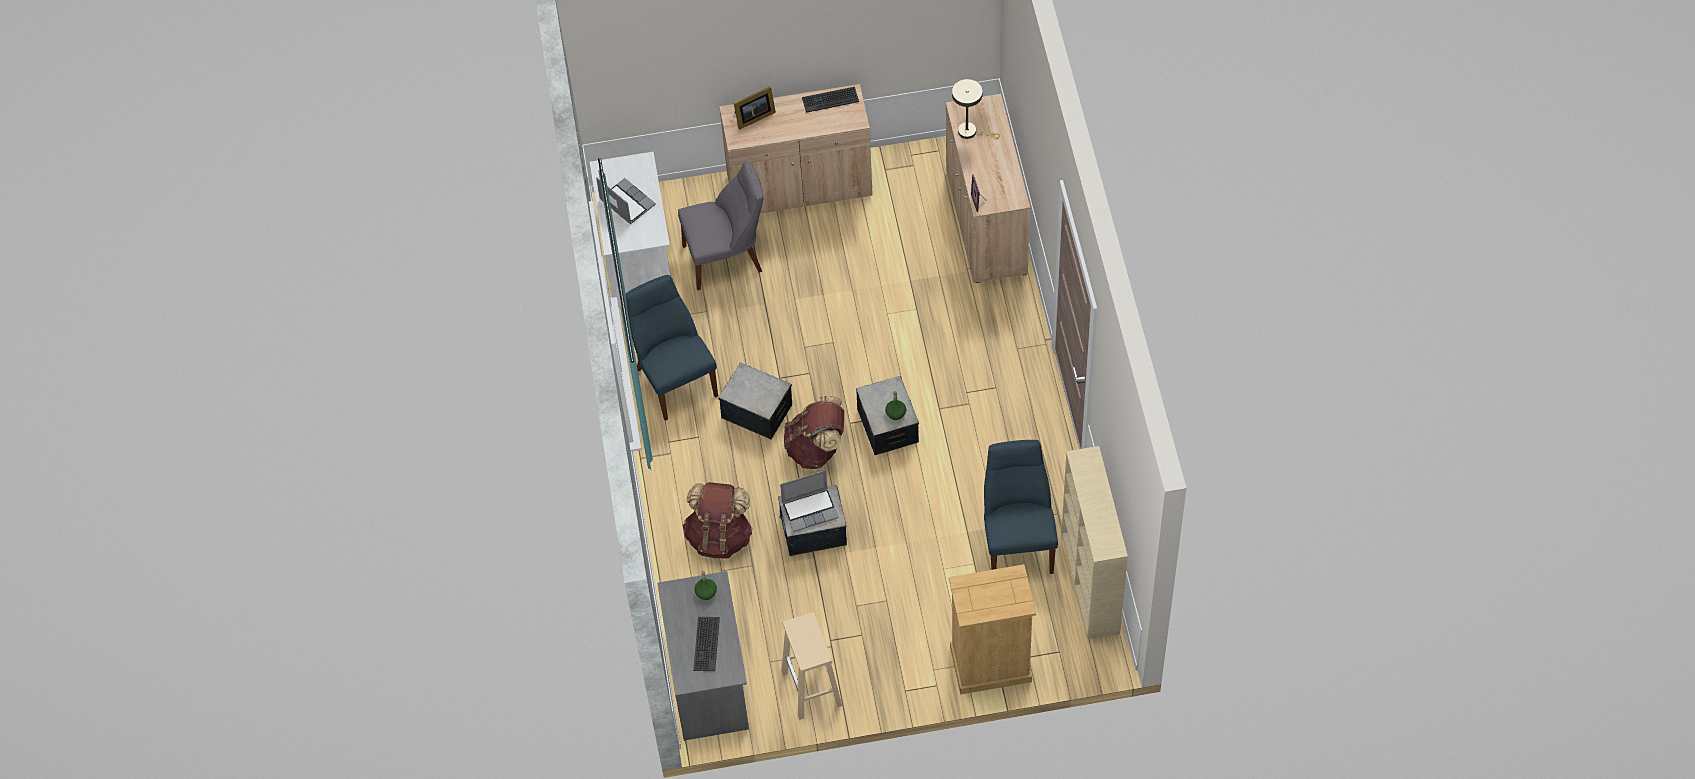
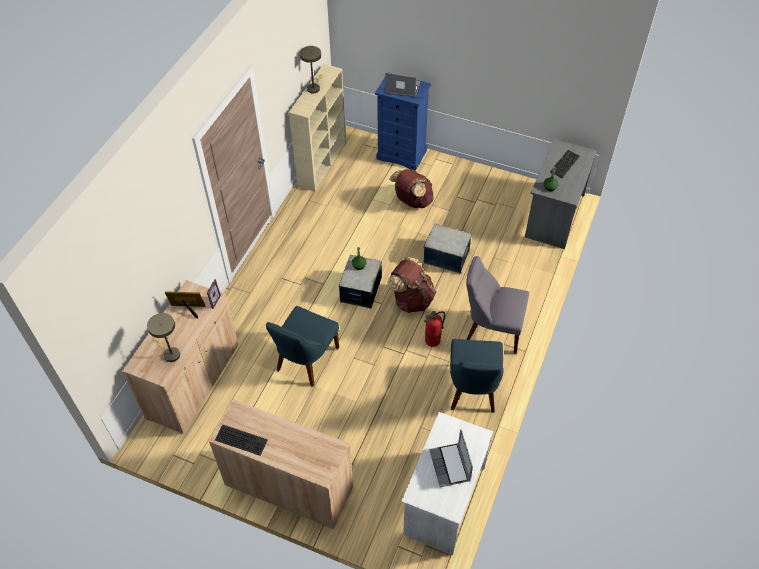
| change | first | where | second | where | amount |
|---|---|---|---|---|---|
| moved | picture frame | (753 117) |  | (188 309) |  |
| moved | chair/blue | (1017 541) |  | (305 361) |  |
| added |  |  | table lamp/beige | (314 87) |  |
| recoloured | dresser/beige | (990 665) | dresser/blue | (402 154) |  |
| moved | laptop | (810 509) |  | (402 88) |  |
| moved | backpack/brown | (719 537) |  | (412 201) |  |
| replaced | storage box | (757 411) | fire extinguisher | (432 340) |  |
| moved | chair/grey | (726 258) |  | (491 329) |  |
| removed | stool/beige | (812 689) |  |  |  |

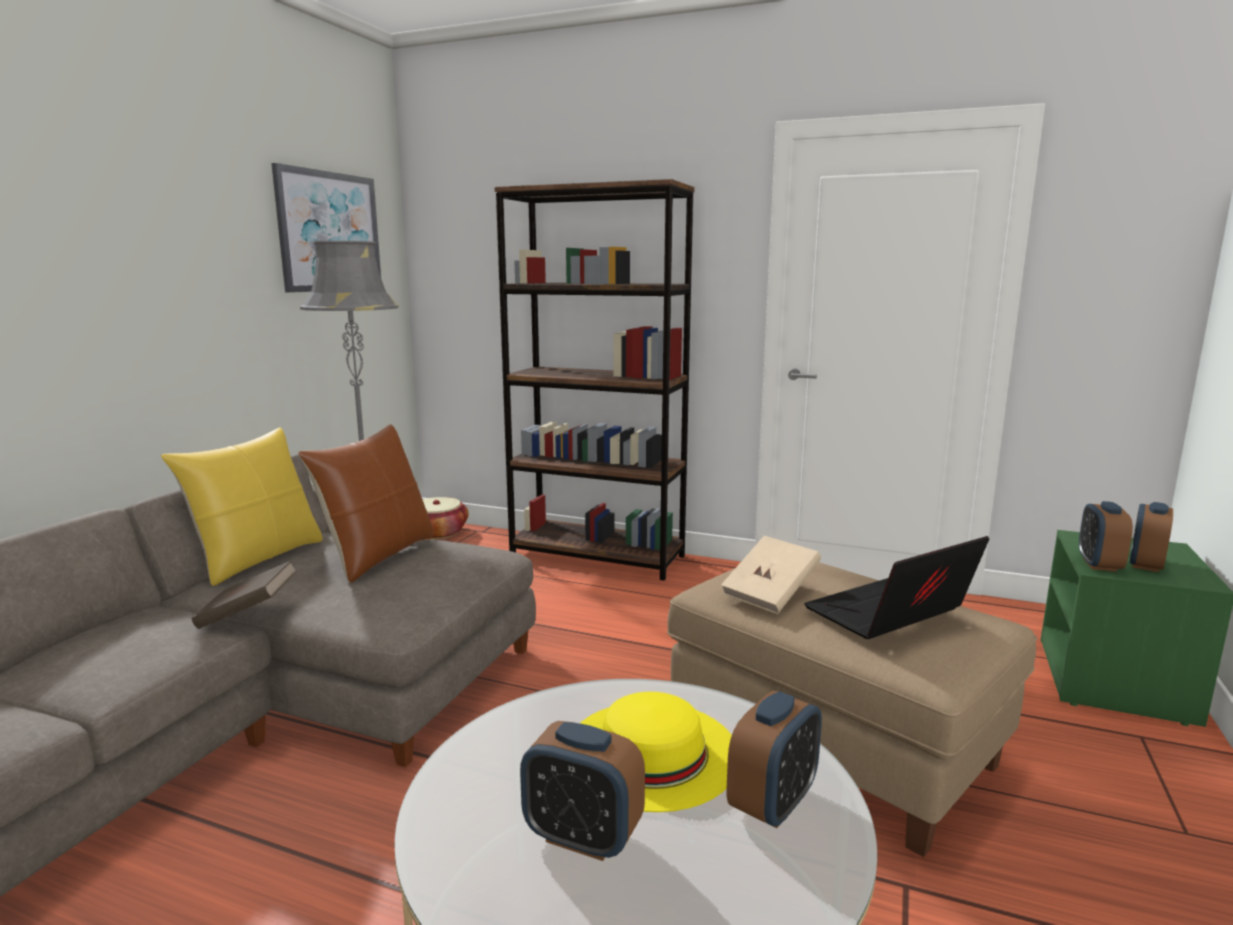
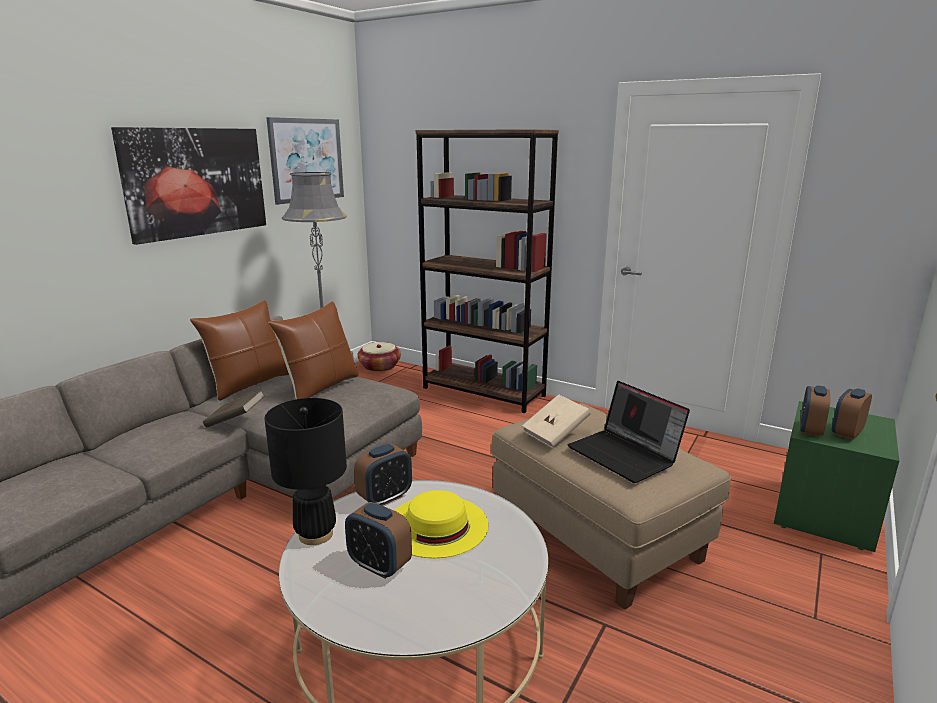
| change | first | where | second | where | amount |
|---|---|---|---|---|---|
| added |  |  | picture | (196 182) |  |
| recoloured | pillow/yellow | (257 559) | pillow/brown | (248 384) |  |
| added |  |  | table lamp/black | (315 534) |  |
| moved | alarm clock | (773 803) |  | (385 498) |  |
| turned | laptop | (889 615) |  | (625 455) | 105 degrees counterclockwise |

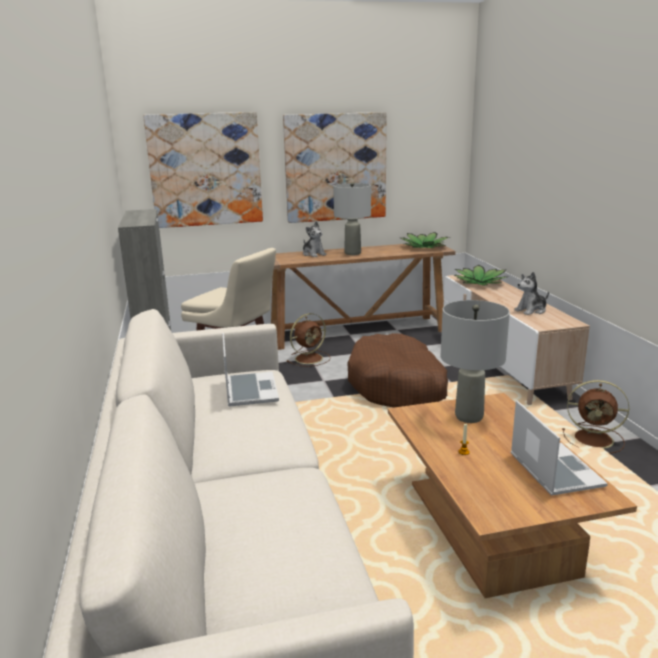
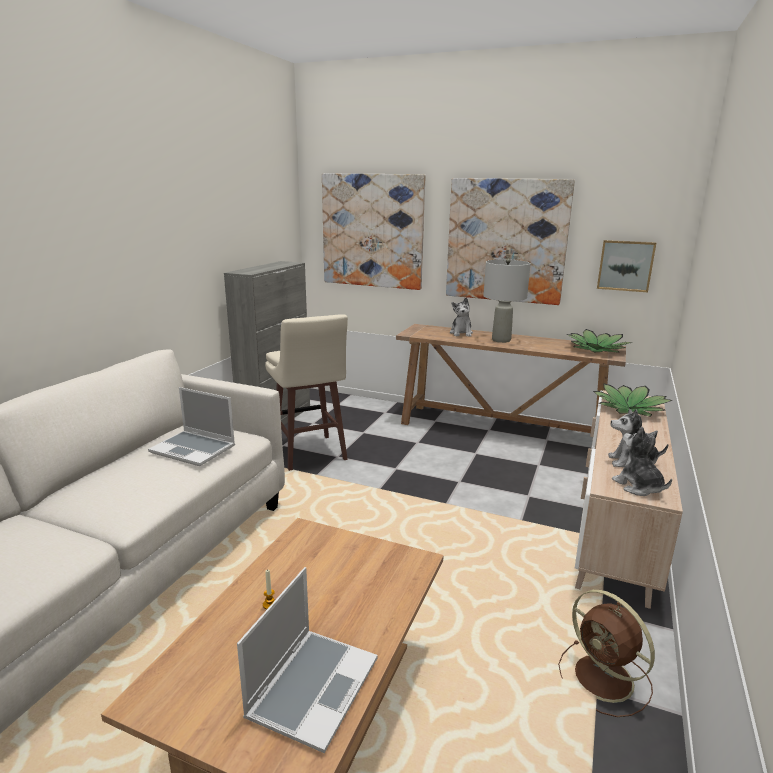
| change | first | where | second | where | amount |
|---|---|---|---|---|---|
| turned | laptop | (249 390) |  | (194 449) | 90 degrees clockwise |
| added |  |  | picture | (625 265) |  |
| added |  |  | plush toy | (638 486) |  |
| removed | fan/brown | (310 358) |  |  |  |
| removed | dog bed/brown | (397 386) |  |  |  |
| removed | table lamp/grey | (469 416) |  |  |  |

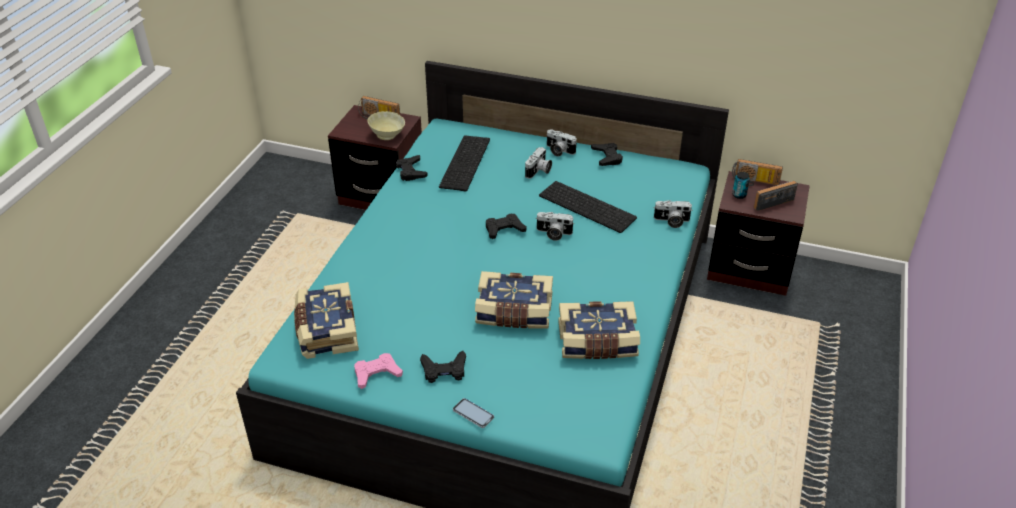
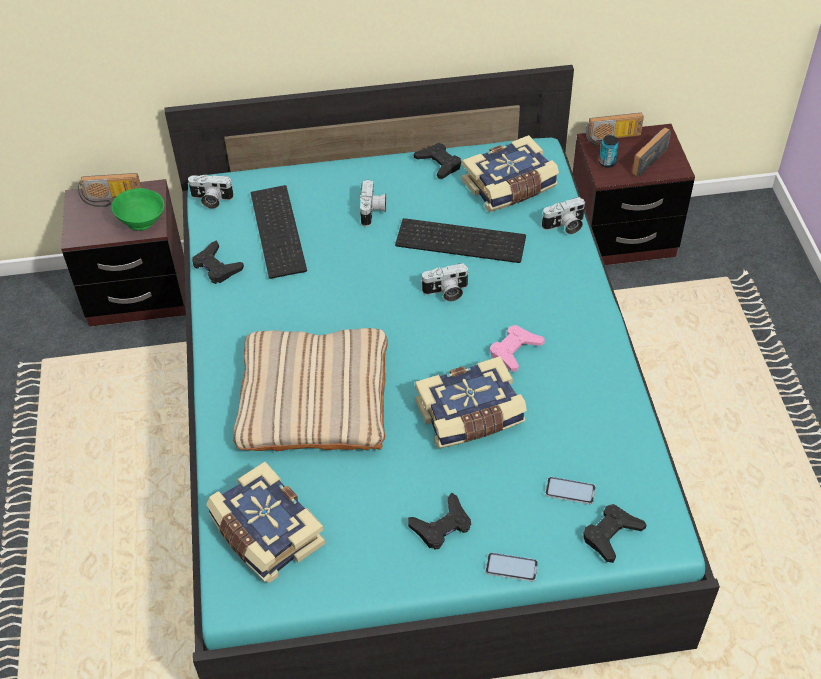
| change | first | where | second | where | amount |
|---|---|---|---|---|---|
| recoloured | bowl/beige | (387 136) | bowl/green | (142 222) |  |
| moved | photo camera | (558 151) |  | (211 200) |  |
| added |  |  | pillow/beige | (314 398) |  |
| moved | book | (597 342) |  | (510 187) |  |
| moved | game controller/pink | (377 374) |  | (515 351) |  |
| added |  |  | phone | (570 491) |  |
| moved | game controller/black | (504 229) |  | (611 535) |  |

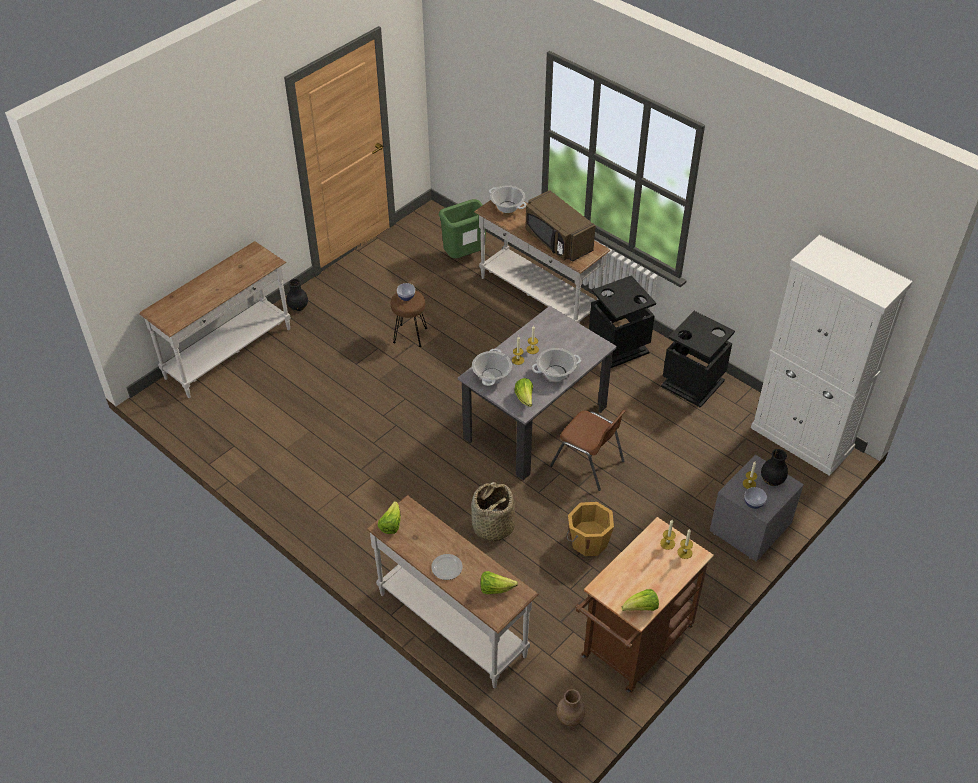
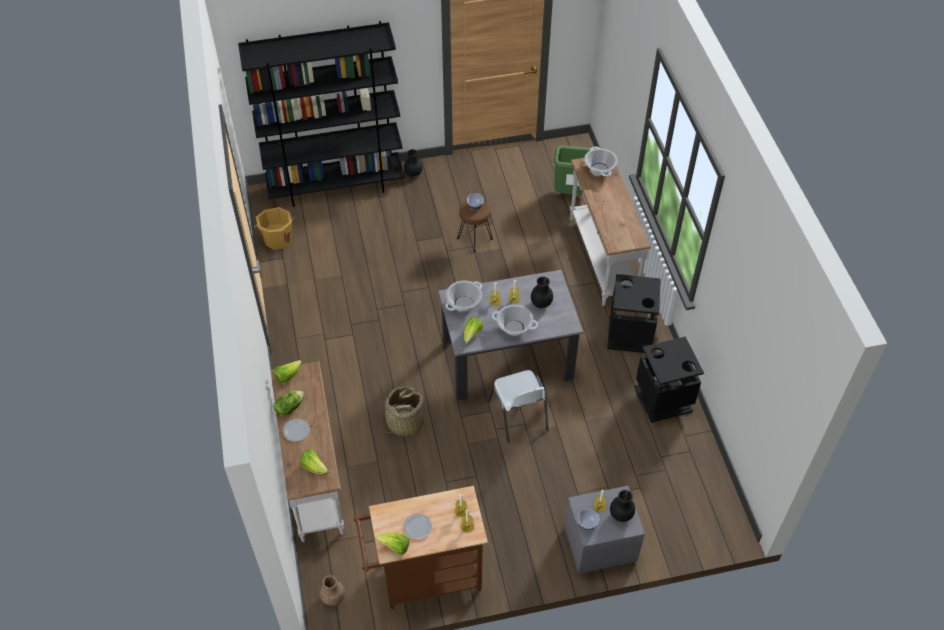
| change | first | where | second | where | amount |
|---|---|---|---|---|---|
| replaced | console table/white | (229 354) | bookcase/black | (336 186) |  |
| moved | bucket/orange | (588 541) |  | (278 239) |  |
| added |  |  | lettuce | (289 407) |  |
| added |  |  | plate | (417 527) |  |
| recoloured | chair/brown | (588 464) | chair/white | (518 416) |  |
| added |  |  | vase/black | (541 303) |  |
| removed | microwave/brown | (557 241) |  |  |  |
| removed | cabinet/white | (802 439) |  |  |  |

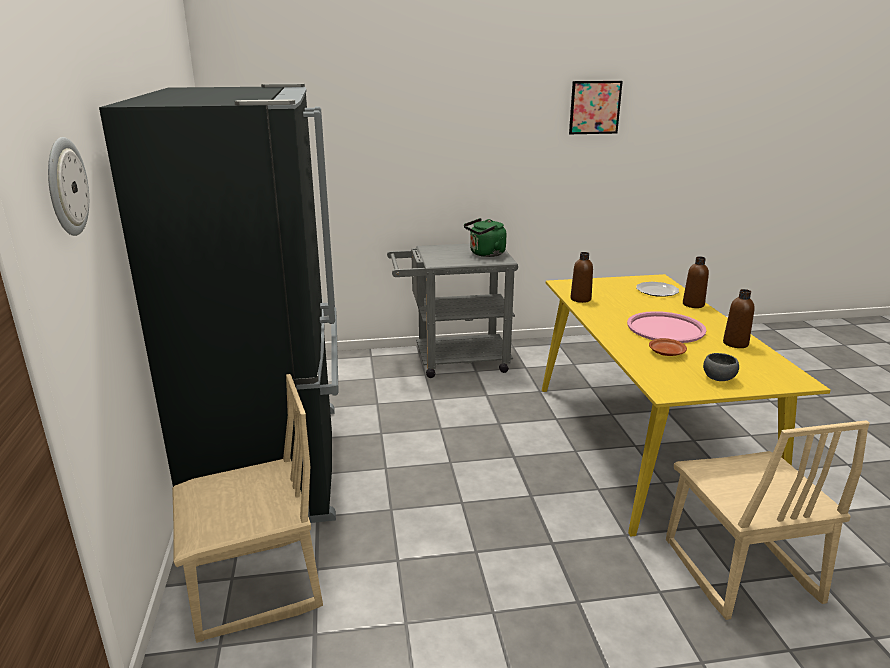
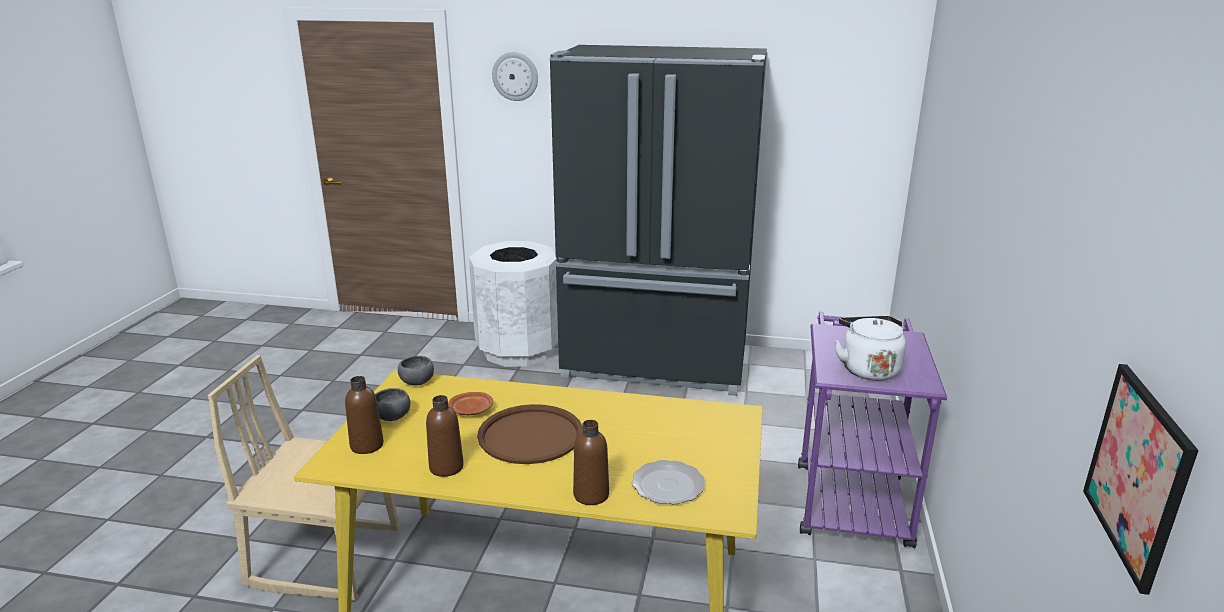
| change | first | where | second | where | amount |
|---|---|---|---|---|---|
| moved | bottle/brown | (580 299) |  | (367 445) |  |
| added |  |  | bowl/grey | (417 383) |  |
| replaced | chair/beige | (255 587) | trash can/white | (518 350) |  |
| recoloured | tray/pink | (665 328) | tray/brown | (530 435) |  |
| recoloured | cart/grey | (452 361) | cart/purple | (850 495) |  |
| recoloured | kettle/green | (485 254) | kettle/white | (867 369) |  |
| moved | picture | (595 107) |  | (1137 473) |  |

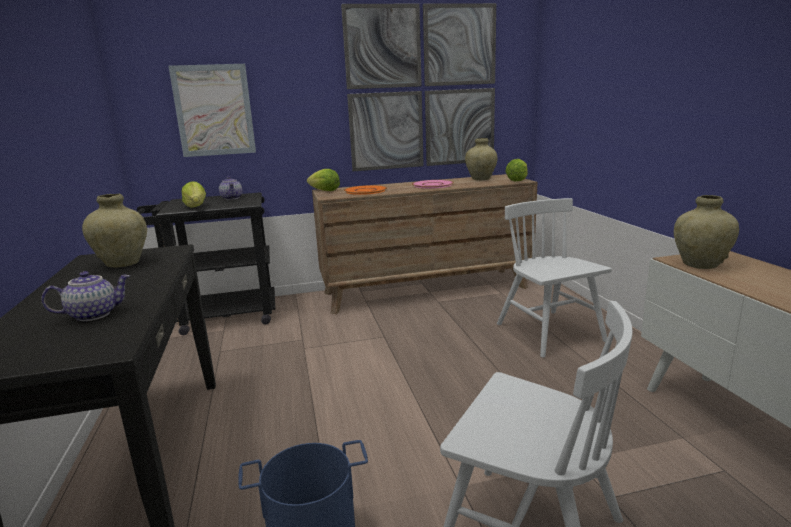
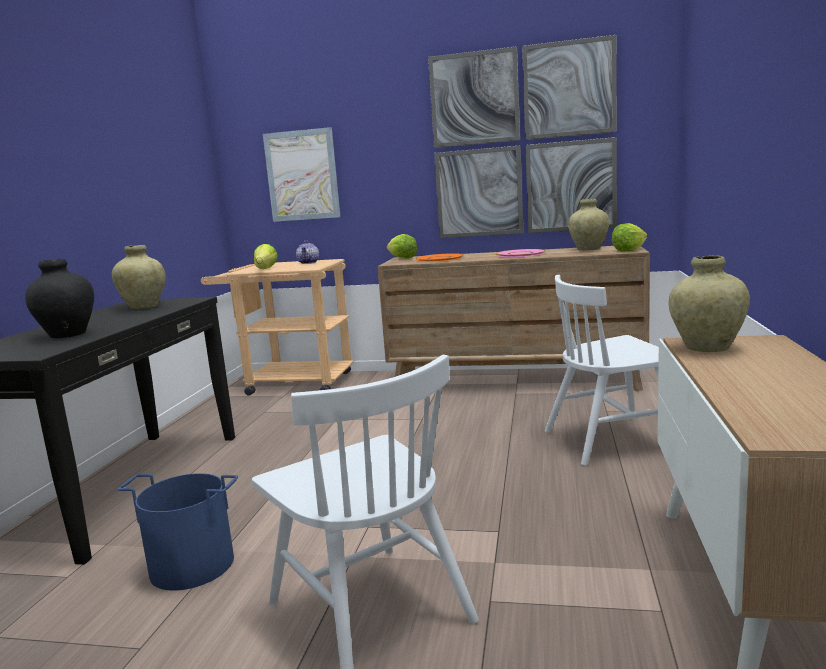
| change | first | where | second | where | amount |
|---|---|---|---|---|---|
| replaced | teapot | (94 314) | vase/black | (68 335) |  |
| recoloured | cart/black | (218 316) | cart/beige | (290 383) |  |
| turned | chair/white | (549 333) |  | (611 440) | 105 degrees counterclockwise |

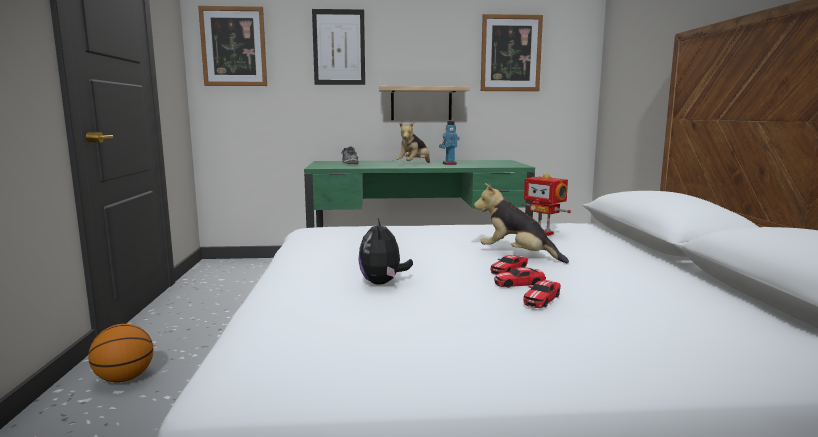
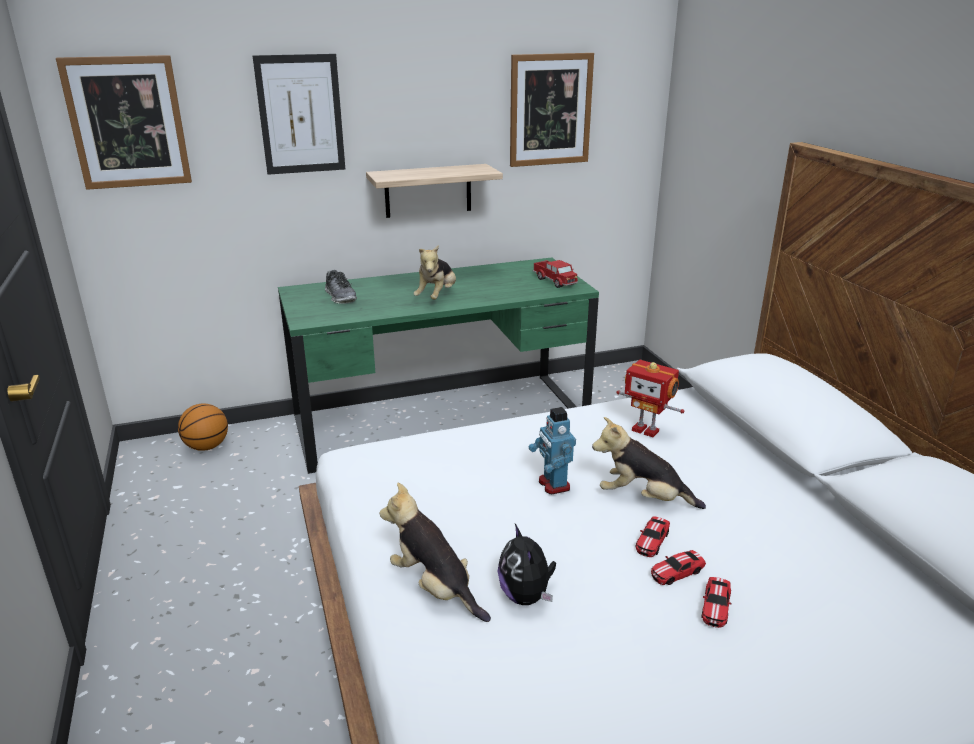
| change | first | where | second | where | amount |
|---|---|---|---|---|---|
| moved | basketball | (125 378) |  | (207 447) |  |
| added |  |  | plush toy | (435 588) |  |
| moved | toy robot | (449 164) |  | (553 485) |  |
| added |  |  | toy truck | (555 281) |  |

